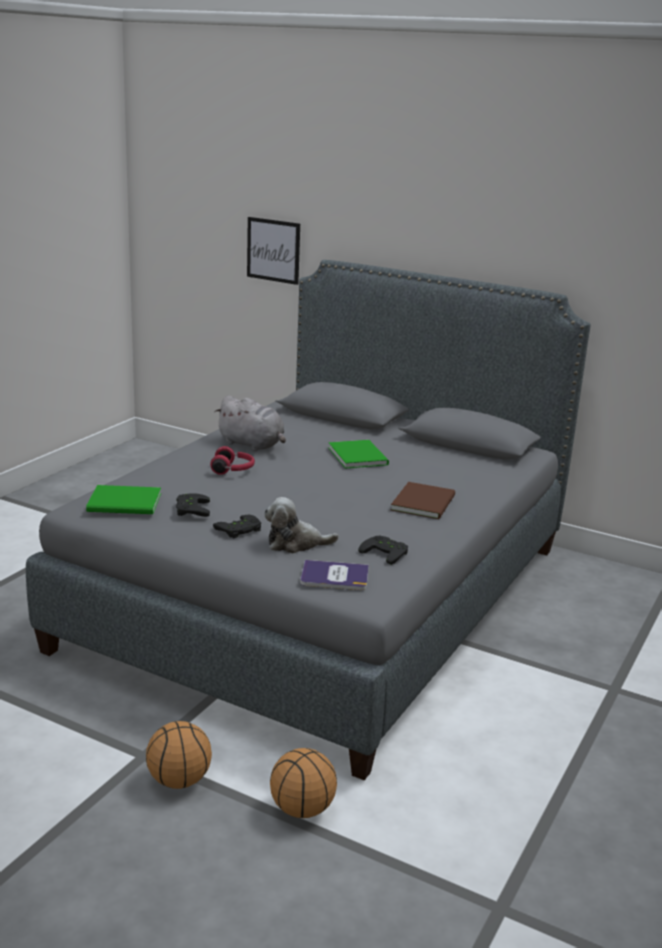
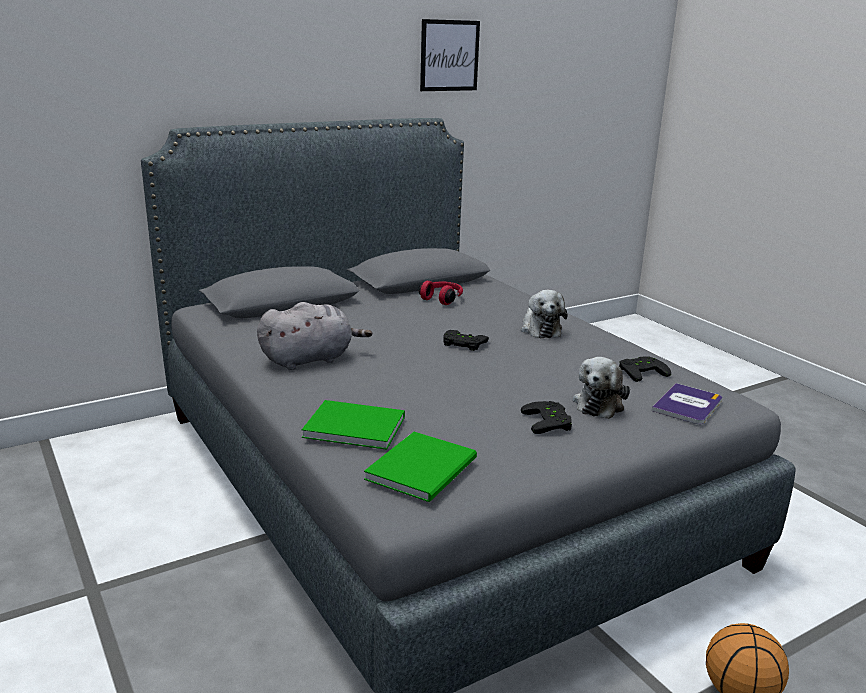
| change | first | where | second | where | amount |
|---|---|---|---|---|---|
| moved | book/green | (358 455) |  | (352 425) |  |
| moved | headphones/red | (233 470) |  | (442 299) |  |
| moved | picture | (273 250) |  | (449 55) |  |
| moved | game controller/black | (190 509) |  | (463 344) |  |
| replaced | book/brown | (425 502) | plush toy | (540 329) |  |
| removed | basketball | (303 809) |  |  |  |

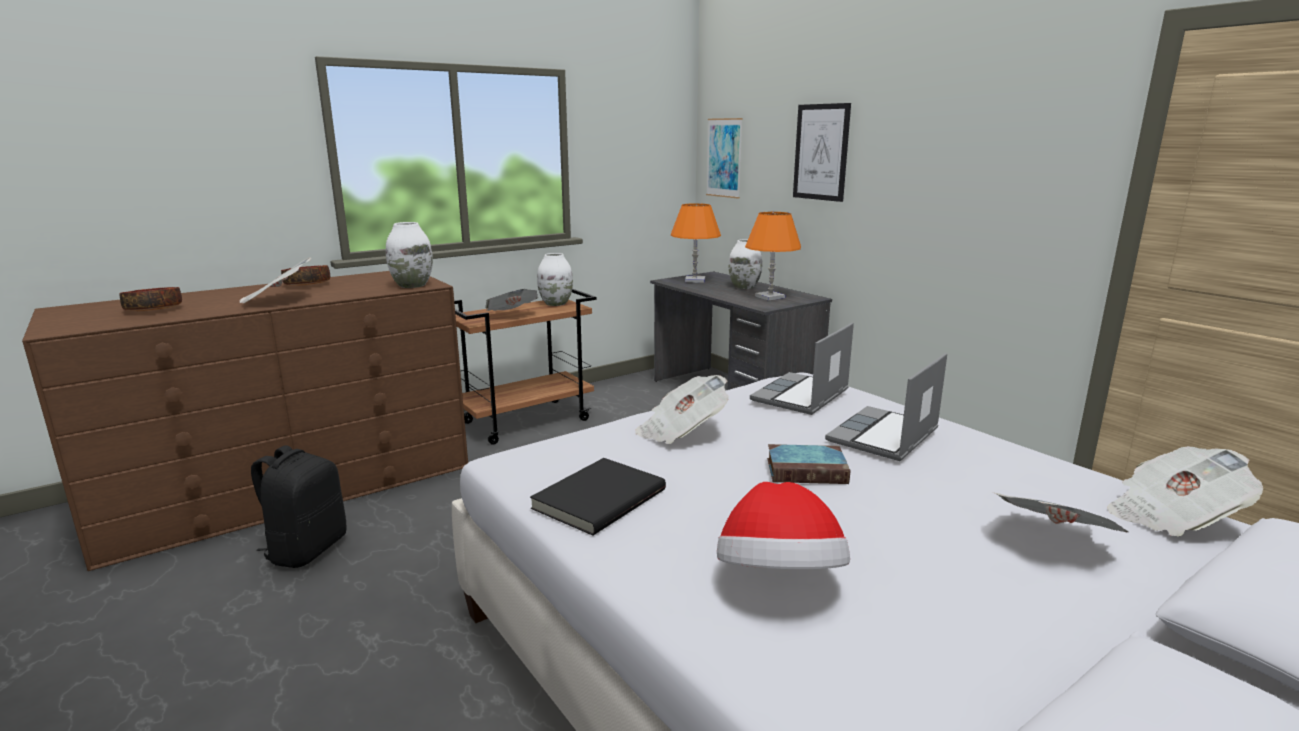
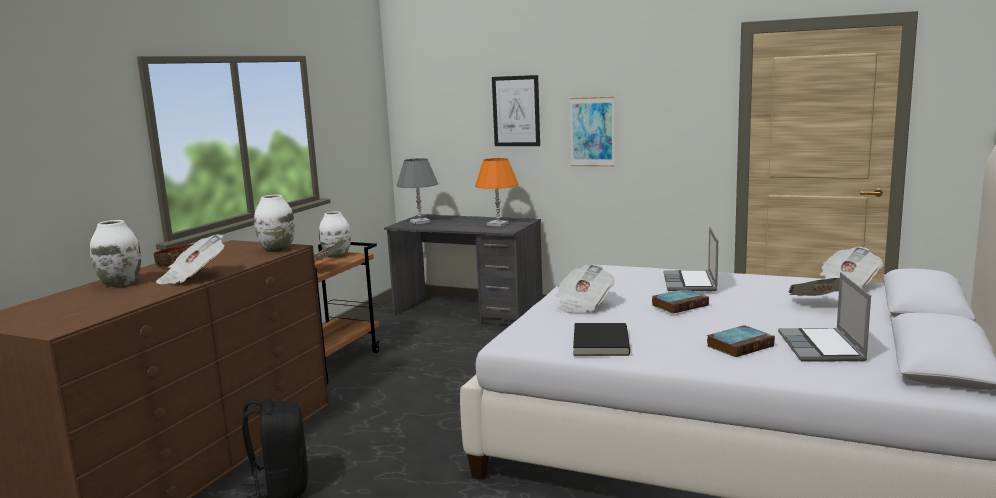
| change | first | where | second | where | amount |
|---|---|---|---|---|---|
| moved | vase/white | (744 287) |  | (120 284) |  |
| recoloured | table lamp/orange | (694 280) | table lamp/grey | (420 222) |  |
| moved | picture | (724 158) |  | (592 132) |  |
| replaced | hat | (779 580) | book | (740 345) |  |
| moved | laptop | (801 396) |  | (822 347) |  |
| removed | bowl | (154 309) |  |  |  |

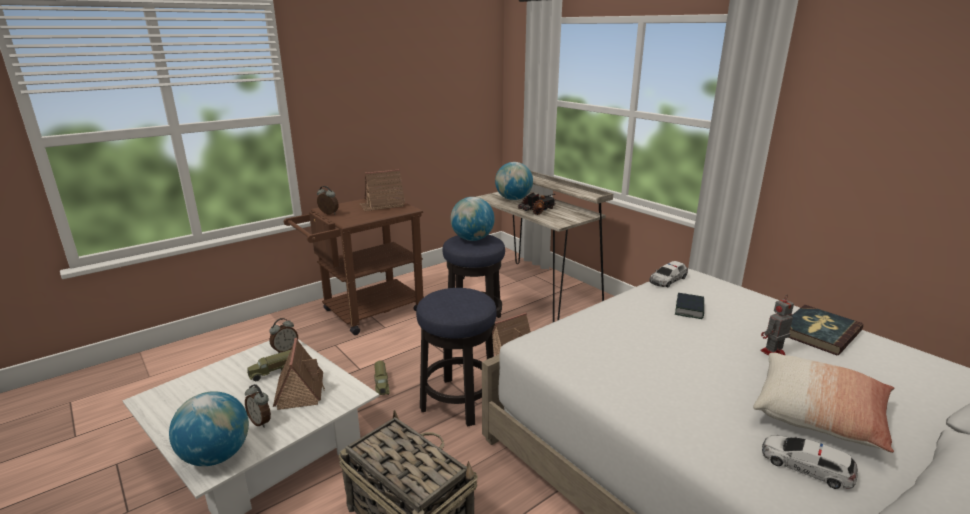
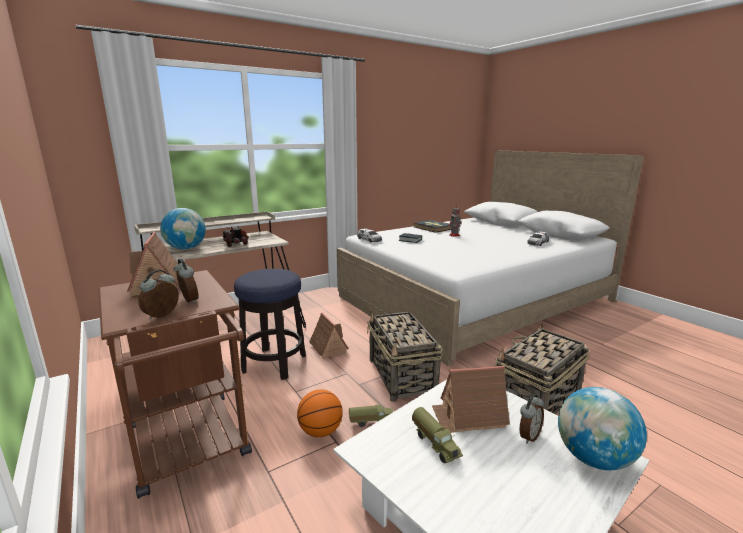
| change | first | where | second | where | amount |
|---|---|---|---|---|---|
| moved | alarm clock | (285 350) |  | (188 301) |  |
| added |  |  | basketball | (320 431) |  |
| replaced | stool | (458 402) | basket | (401 376) |  |
| removed | globe | (472 239) |  |  |  |
| removed | pillow | (819 415) |  |  |  |

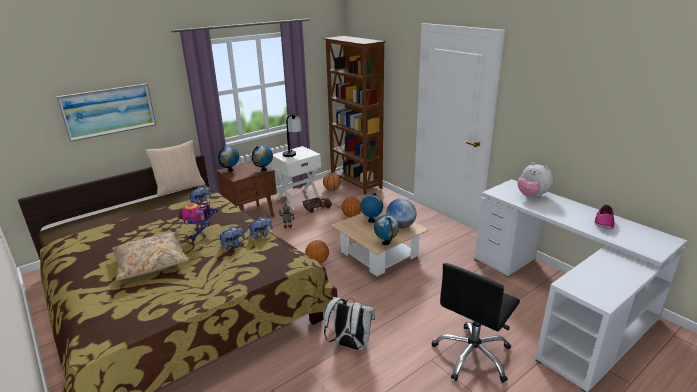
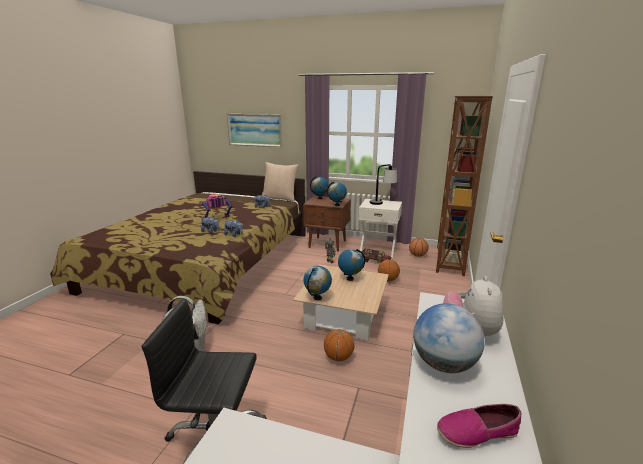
| change | first | where | second | where | amount |
|---|---|---|---|---|---|
| moved | basketball | (317 262) |  | (338 357) |  |
| moved | globe | (400 226) |  | (444 364) |  |
| removed | pillow/beige | (151 262) |  |  |  |

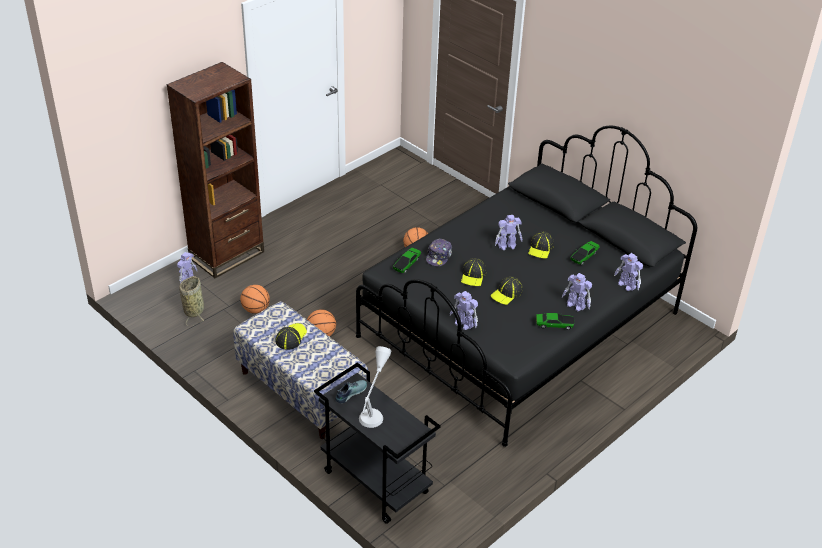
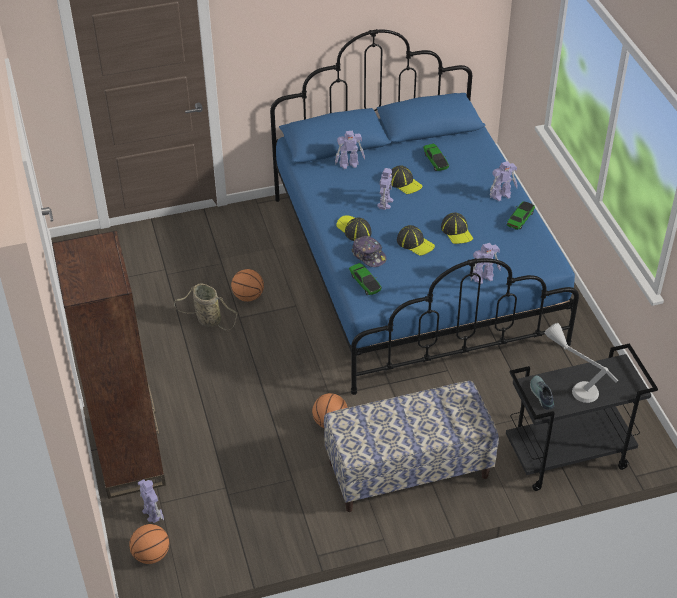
| change | first | where | second | where | amount |
|---|---|---|---|---|---|
| moved | basketball | (256 310) |  | (151 555) |  |
| moved | basket | (194 310) |  | (207 319) |  |
| recoloured | bed/black | (520 325) | bed/blue | (414 268) |  |
| moved | toy robot | (627 285) |  | (349 164) |  |
| moved | cap | (291 337) |  | (354 229) |  |

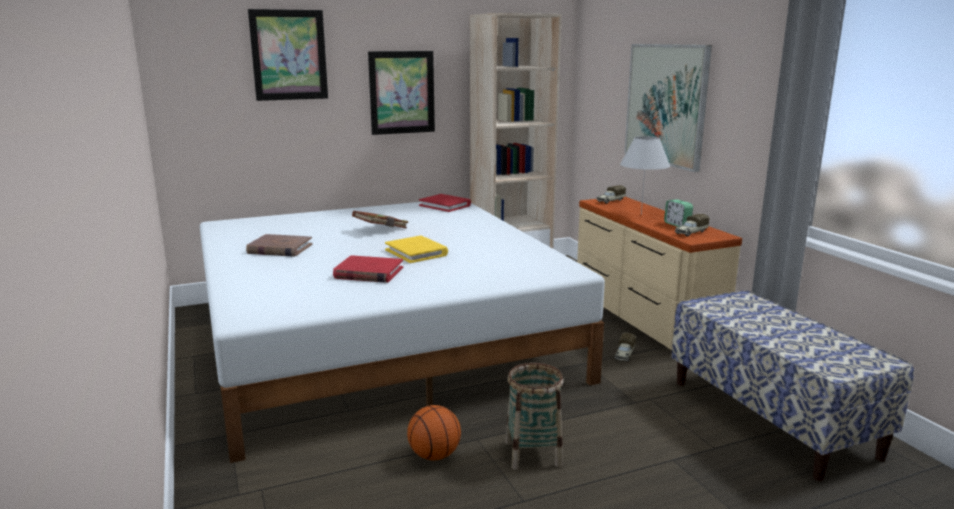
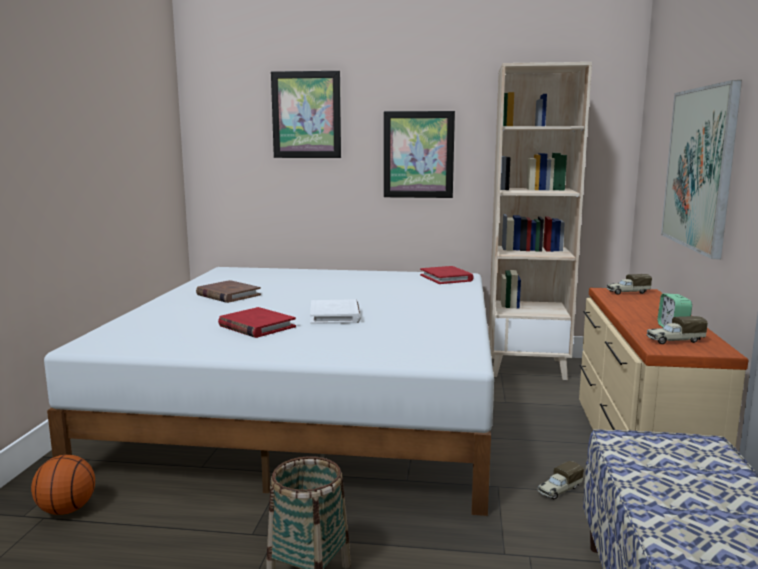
| change | first | where | second | where | amount |
|---|---|---|---|---|---|
| moved | basketball | (434 455) |  | (66 510) |  |
| recoloured | book/yellow | (416 252) | book/white | (335 315) |  |
| removed | book/brown | (381 229) |  |  |  |
| removed | table lamp/white | (641 215) |  |  |  |

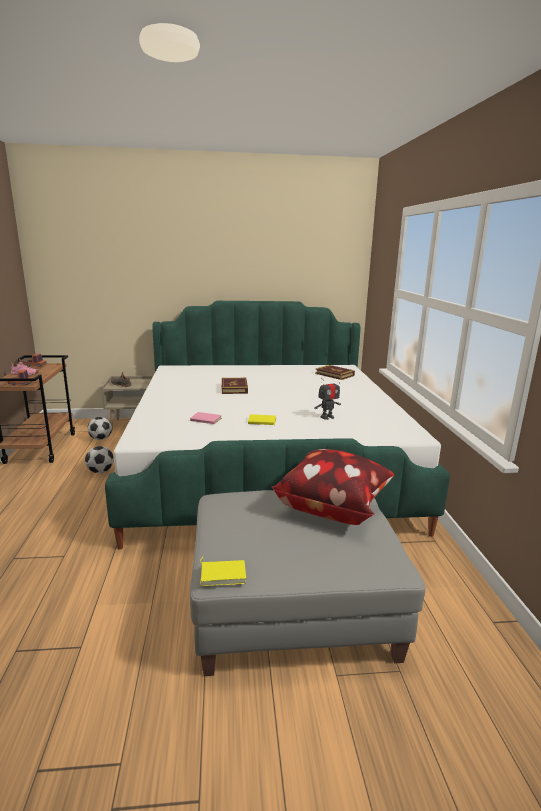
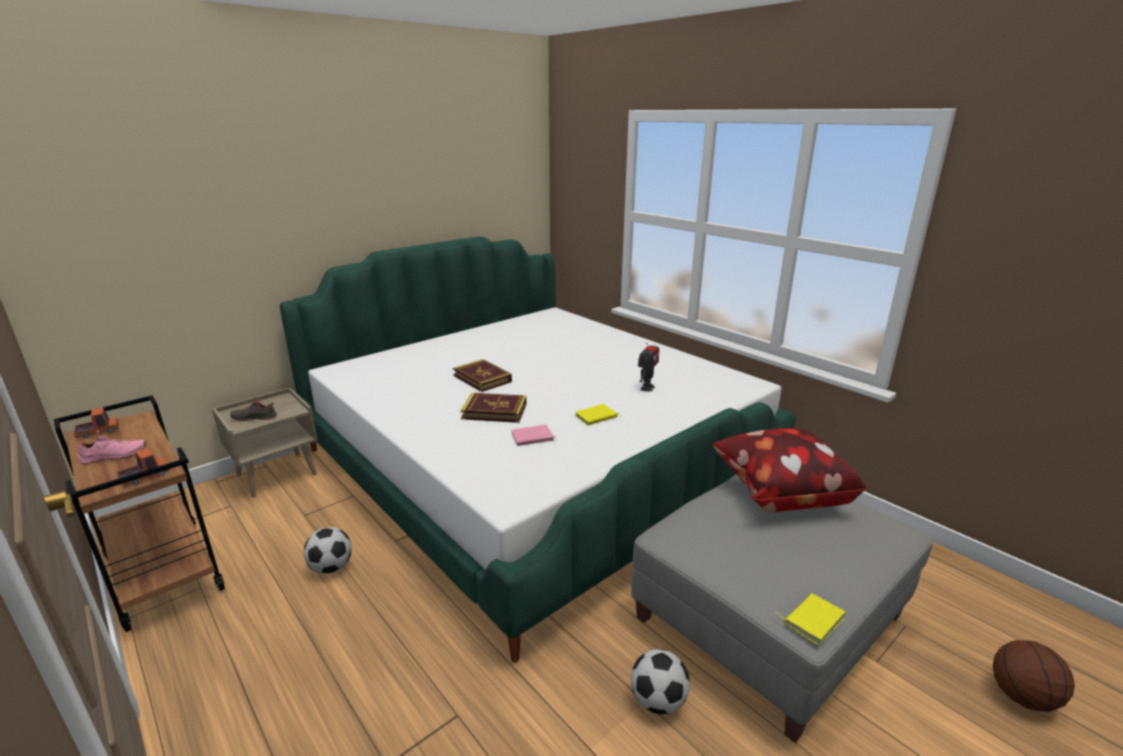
| change | first | where | second | where | amount |
|---|---|---|---|---|---|
| moved | book | (334 374) |  | (494 411) |  |
| moved | football | (100 439) |  | (658 701) |  |
| added |  |  | basketball | (1023 697) |  |

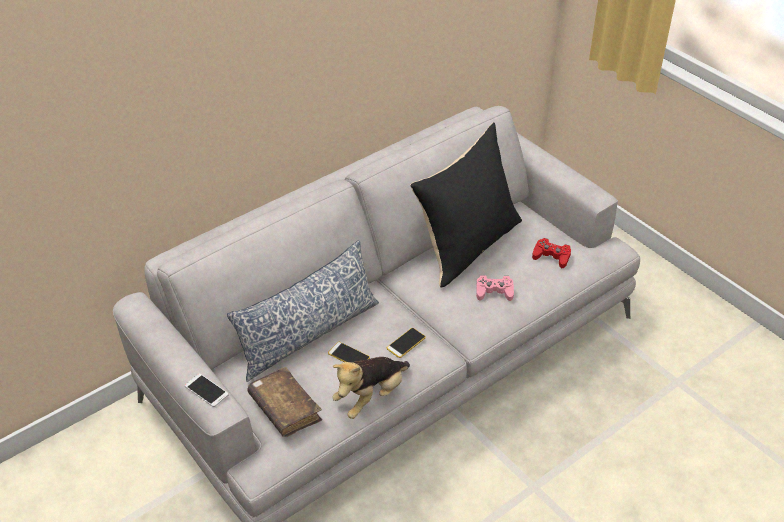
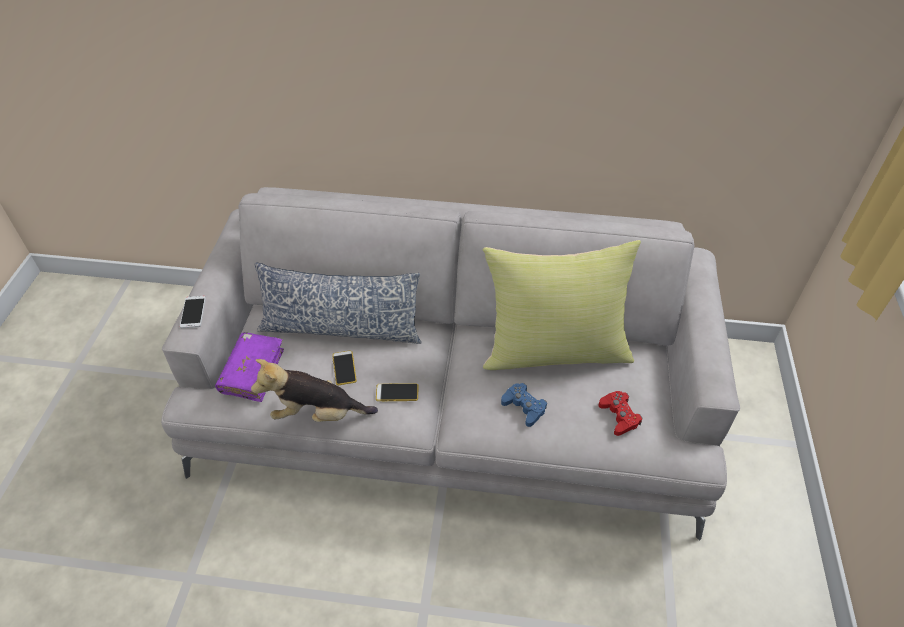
| change | first | where | second | where | amount |
|---|---|---|---|---|---|
| recoloured | book/brown | (285 408) | book/purple | (252 372) |  |
| recoloured | pillow/black | (467 246) | pillow/yellow | (555 350) |  |
| recoloured | game controller/pink | (494 291) | game controller/blue | (524 407) |  |

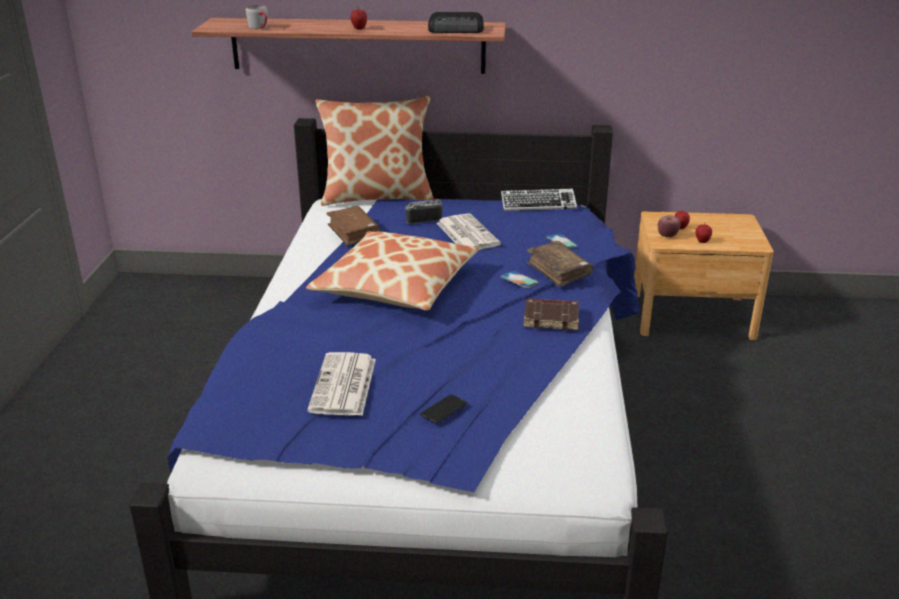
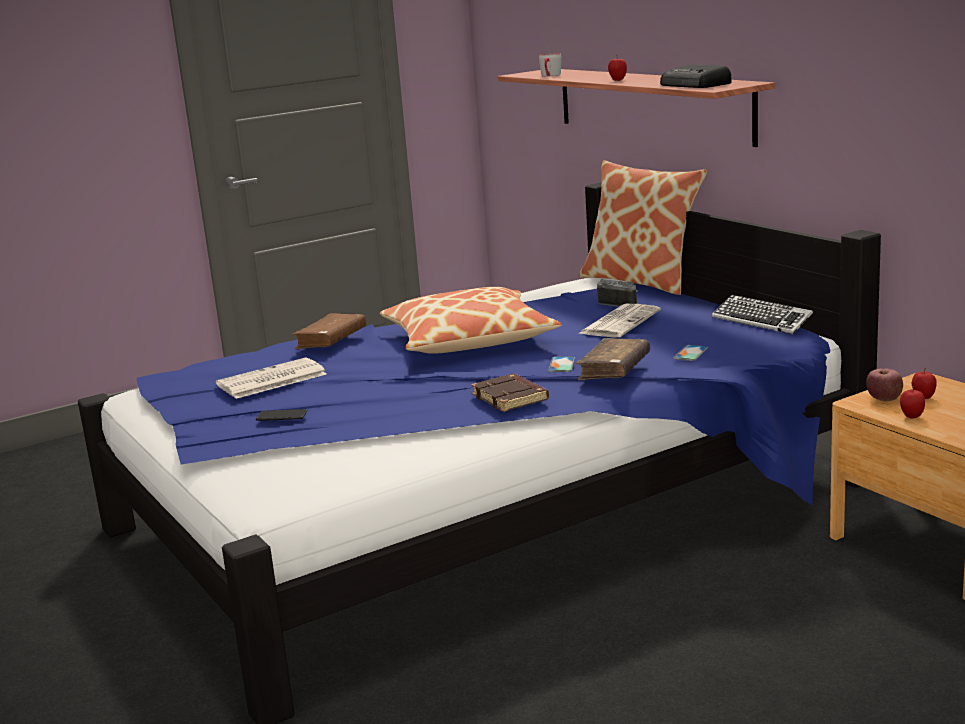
| change | first | where | second | where | amount |
|---|---|---|---|---|---|
| moved | book/brown | (353 232) |  | (331 340) |  |

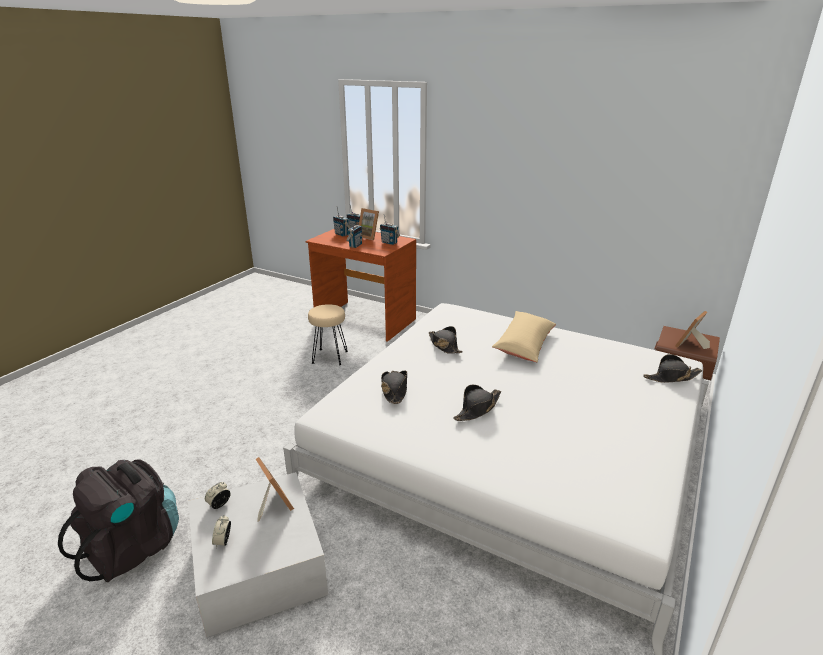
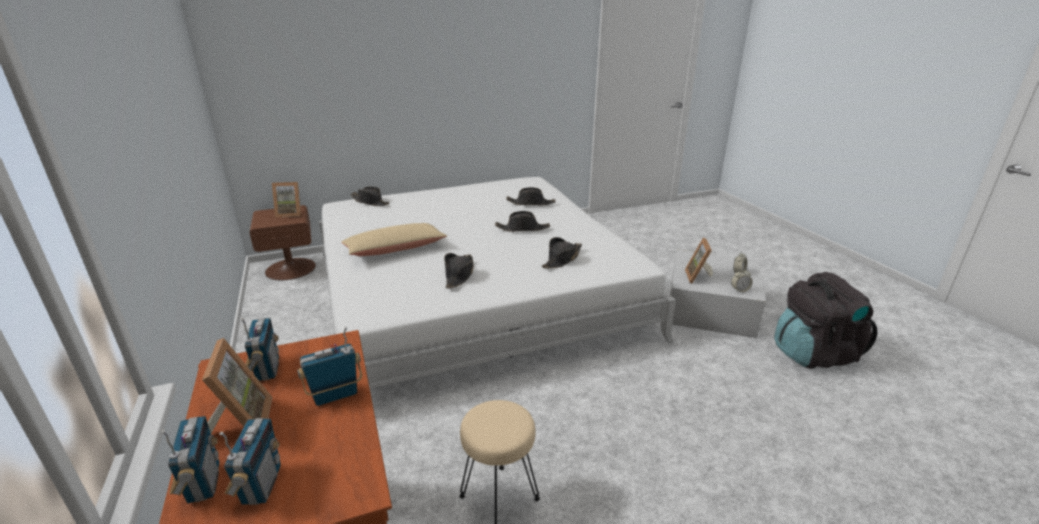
| change | first | where | second | where | amount |
|---|---|---|---|---|---|
| added |  |  | hat/black | (531 203) |  |

